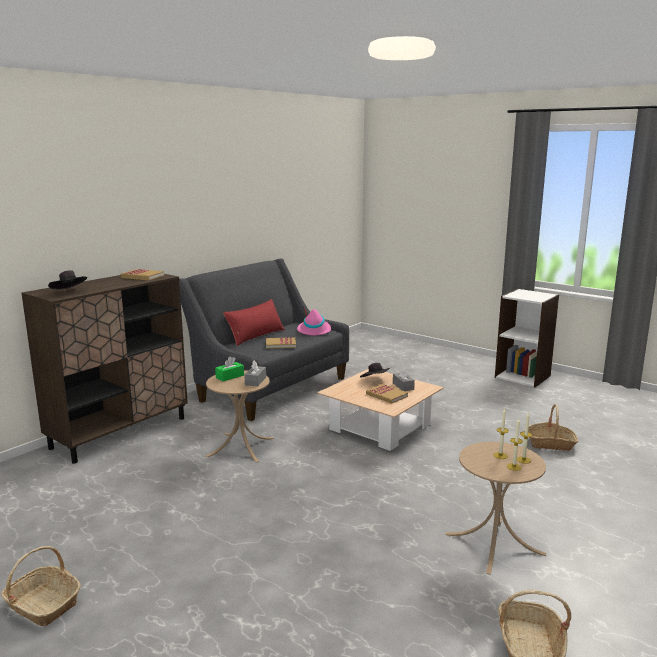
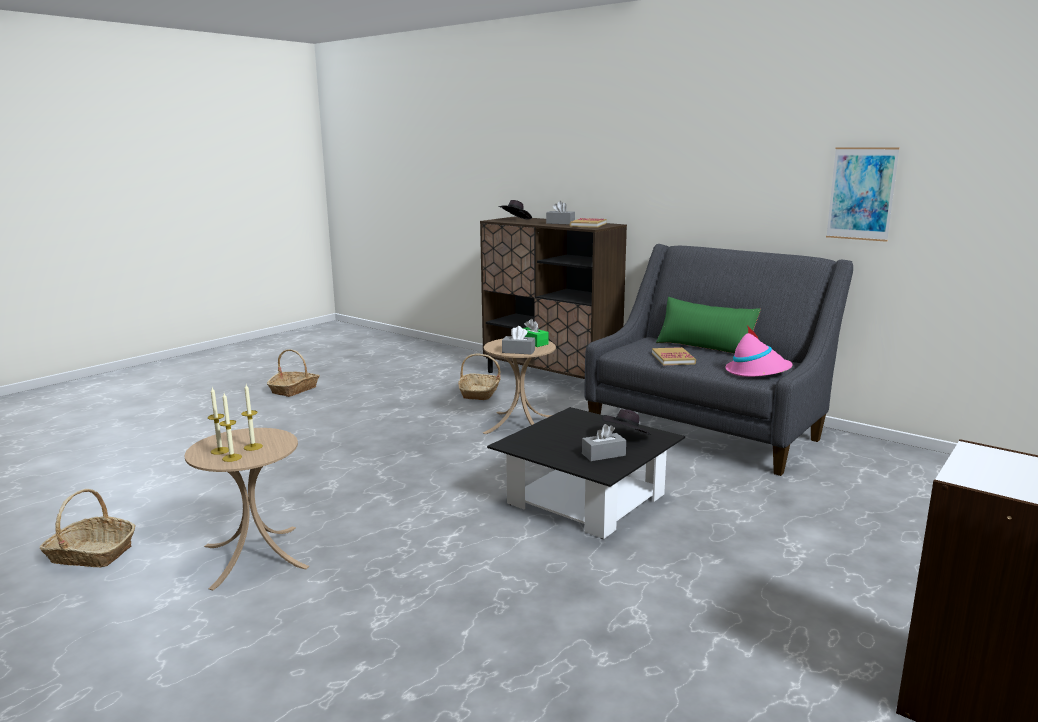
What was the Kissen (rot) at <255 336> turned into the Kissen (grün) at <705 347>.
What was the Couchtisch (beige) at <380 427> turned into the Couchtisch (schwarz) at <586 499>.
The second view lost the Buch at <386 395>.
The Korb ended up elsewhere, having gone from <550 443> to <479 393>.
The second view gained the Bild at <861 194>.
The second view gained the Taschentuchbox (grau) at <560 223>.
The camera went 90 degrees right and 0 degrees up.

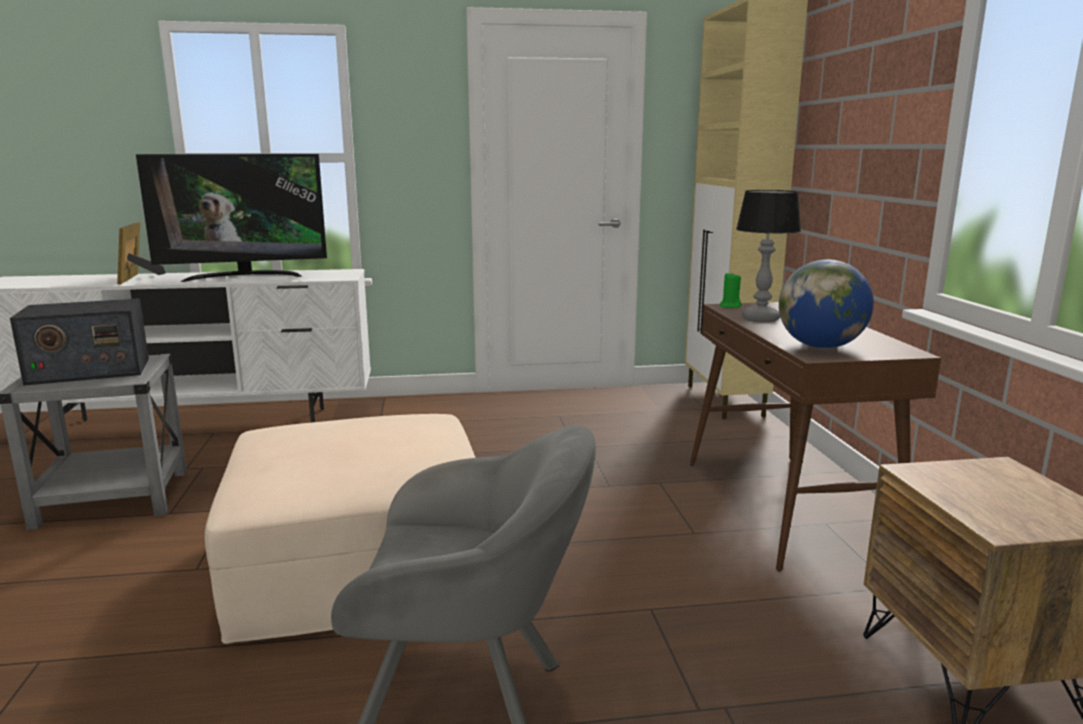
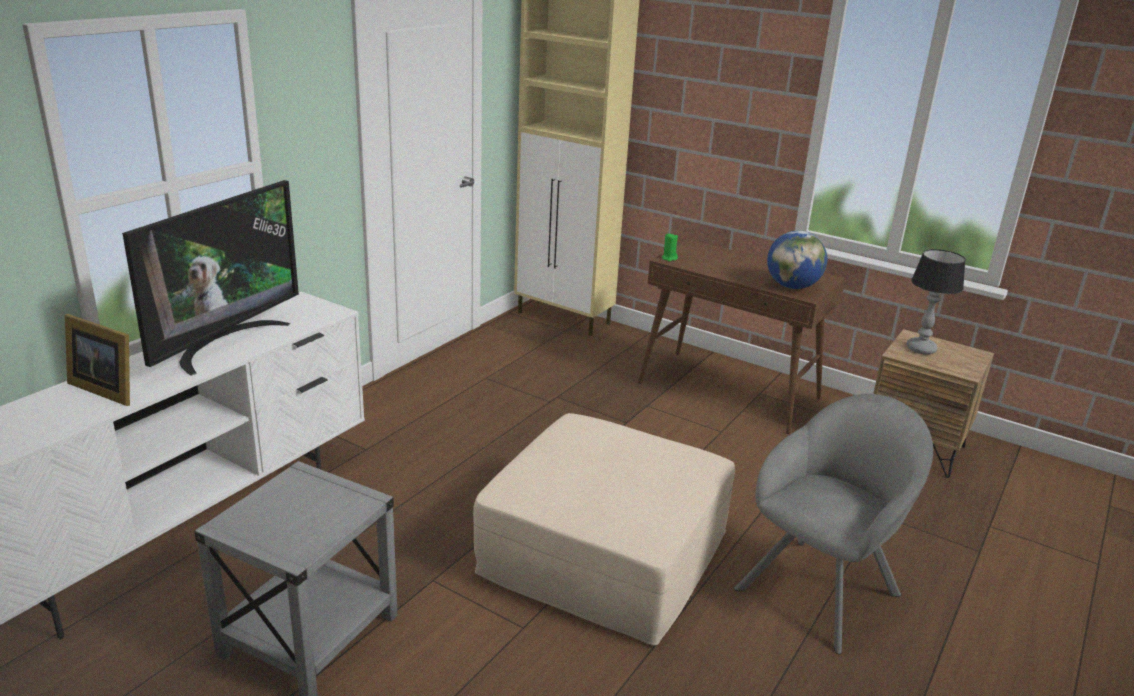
The Tischlampe ended up elsewhere, having gone from <761 319> to <921 349>.
The second view lost the Radio at <88 371>.
The camera went 50 degrees left and 10 degrees up.

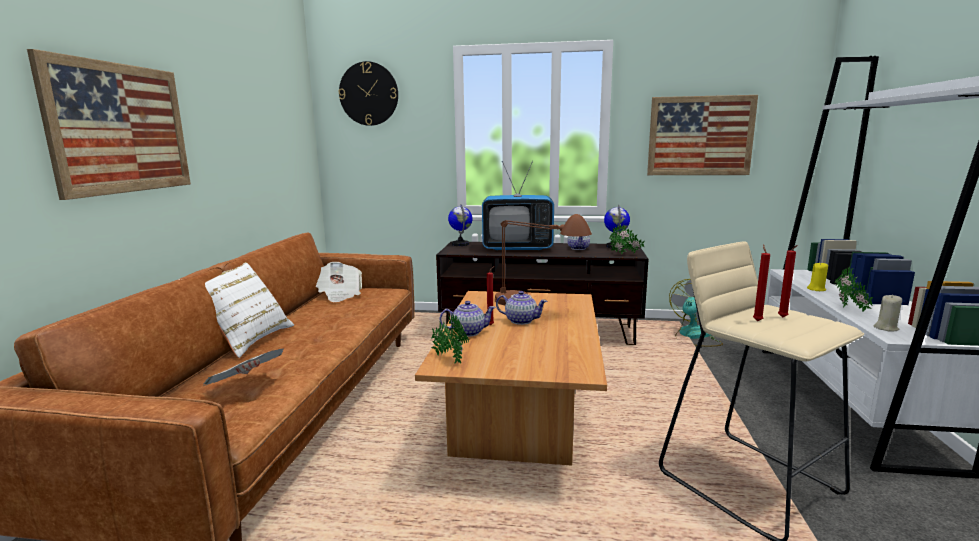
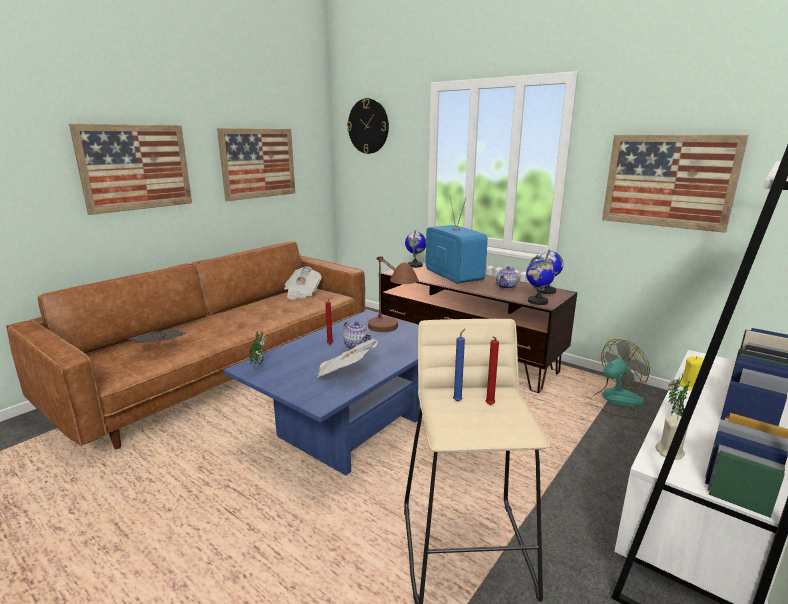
The Fernseher at <517 248> ended up facing another way, 150 degrees counterclockwise from before.
Where the Topfpflanze stood at <625 254>, the Globus came to stand at <537 301>.
What was the Kerze (rot) at <757 320> turned into the Kerze (blau) at <458 400>.
The second view lost the Kissen (weiß) at <247 340>.
What was the Couchtisch (braun) at <520 424> turned into the Couchtisch (blau) at <352 431>.
The second view lost the Teekanne at <467 332>.
The second view gained the Bild at <258 163>.
The second view gained the Zeitung at <346 373>.
The camera went 30 degrees right and 5 degrees up.

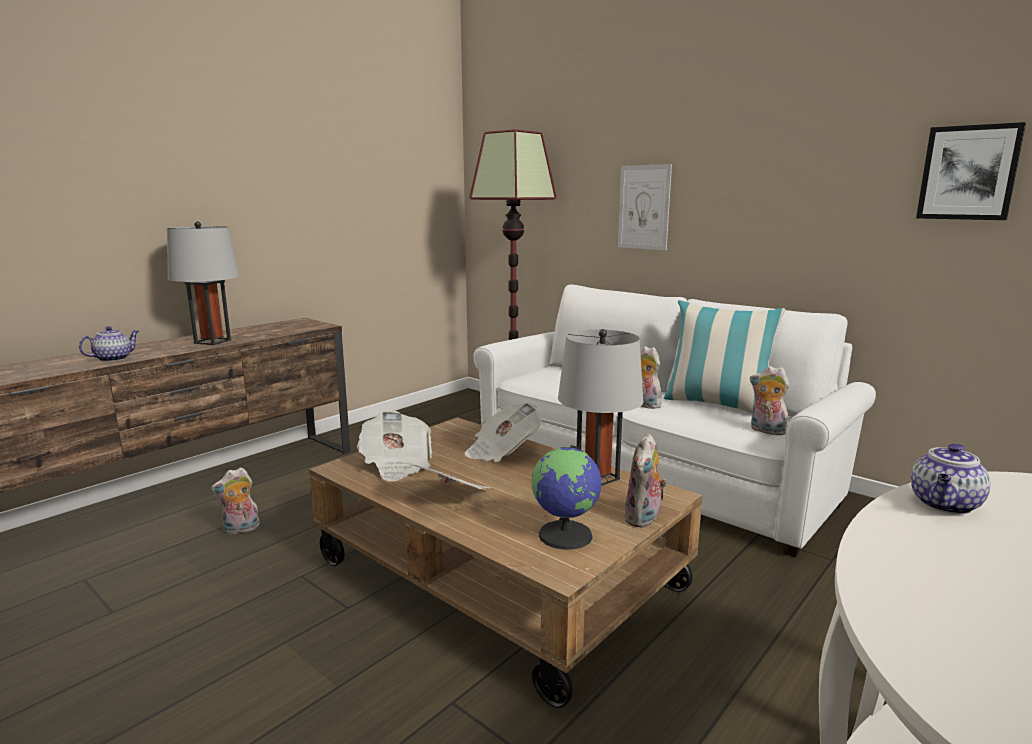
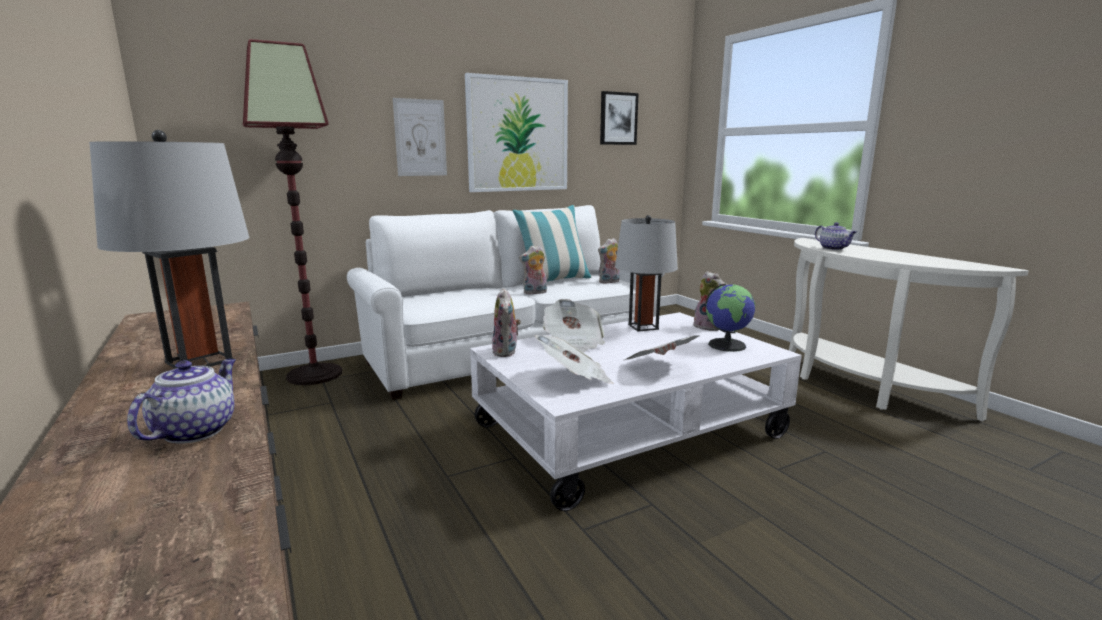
The Teekanne at <114 358> ended up facing another way, 45 degrees clockwise from before.
What was the Couchtisch (braun) at <498 574> turned into the Couchtisch (weiß) at <628 430>.
The Plüschtier ended up elsewhere, having gone from <240 530> to <506 352>.
The second view gained the Bild at <518 135>.
The camera went 70 degrees left and 0 degrees up.

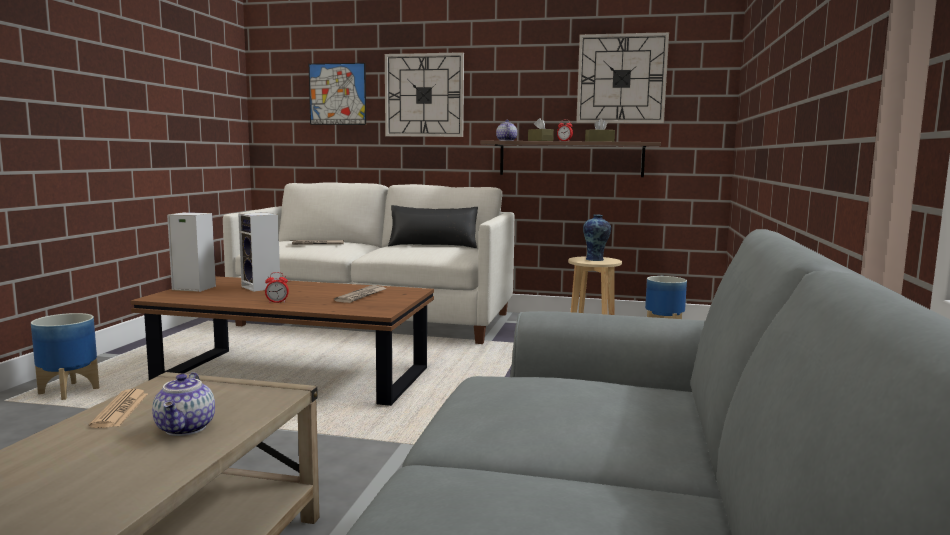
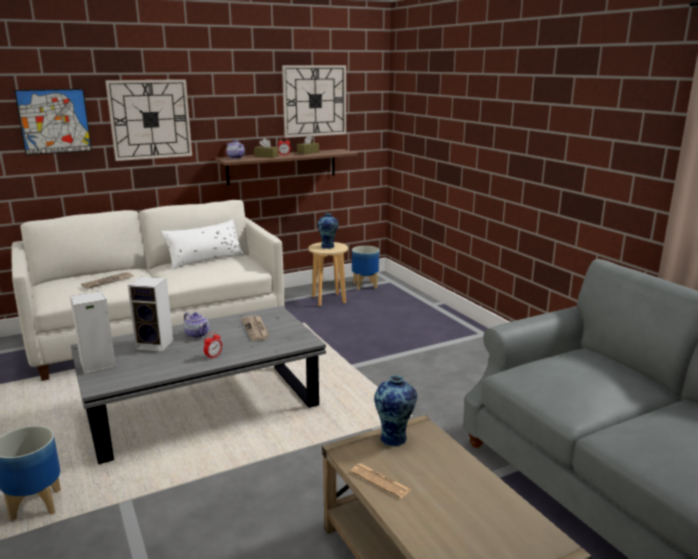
What was the Kissen (schwarz) at <433 245> turned into the Kissen (weiß) at <205 260>.
What was the Couchtisch (braun) at <294 377> turned into the Couchtisch (grau) at <205 410>.
The Teekanne ended up elsewhere, having gone from <186 428> to <197 335>.
The second view gained the Vase at <394 438>.
The camera went 40 degrees left and 10 degrees up.

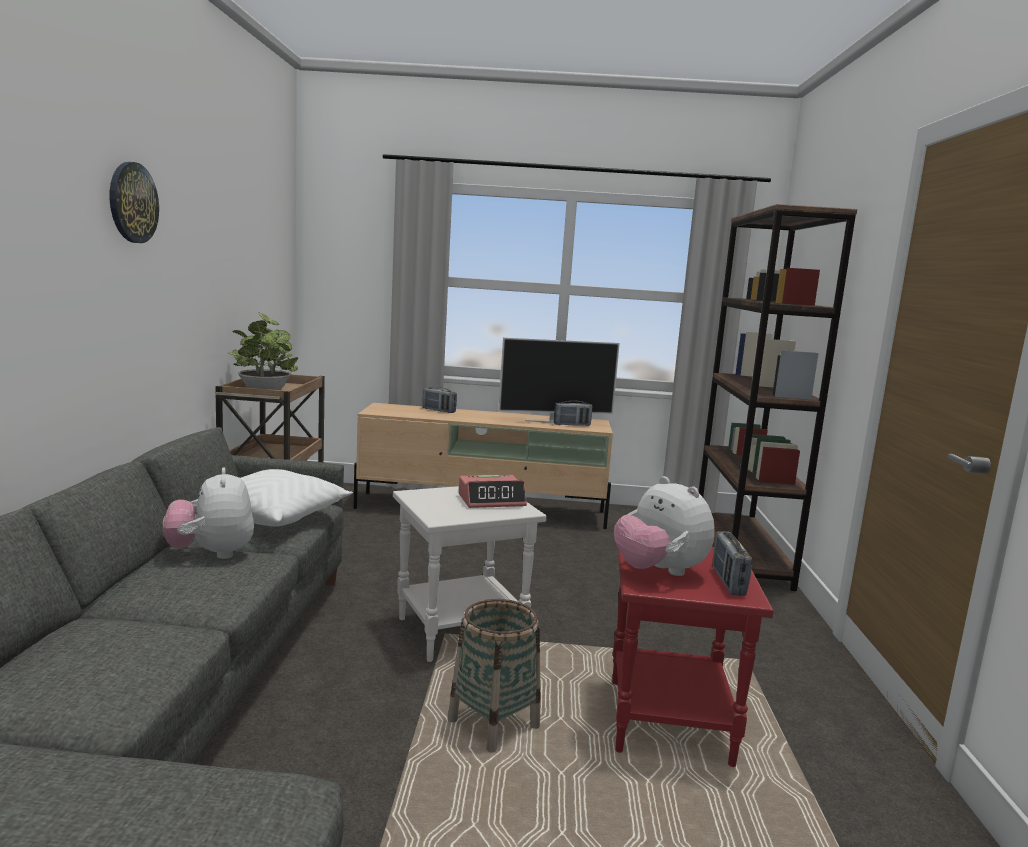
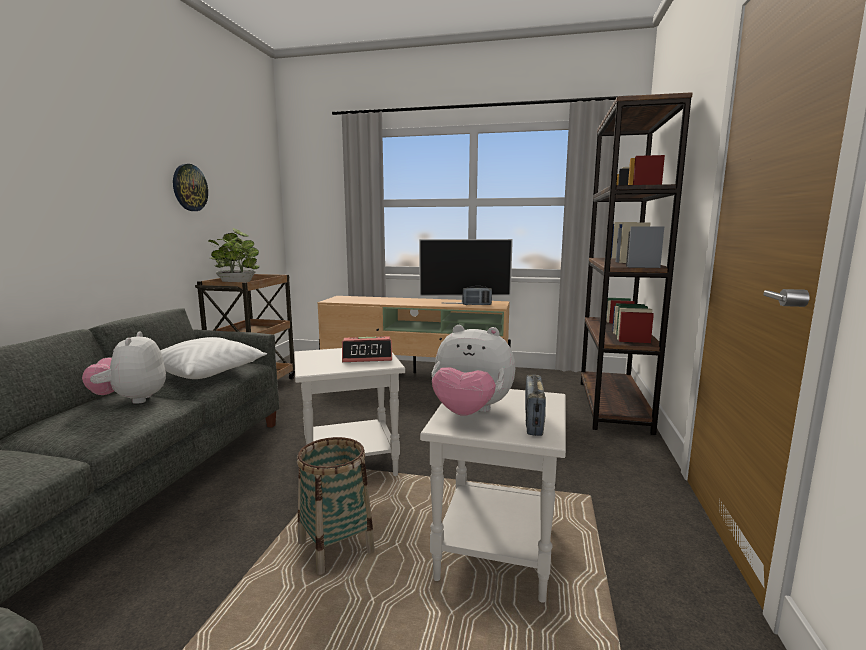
The Wanduhr ended up elsewhere, having gone from <132 203> to <189 187>.
The second view lost the Radio at <438 410>.
The Plüschtier at <659 571> ended up facing another way, 45 degrees counterclockwise from before.
What was the Beistelltisch (rot) at <671 723> turned into the Beistelltisch (weiß) at <498 553>.
The camera went 10 degrees right and 0 degrees up.

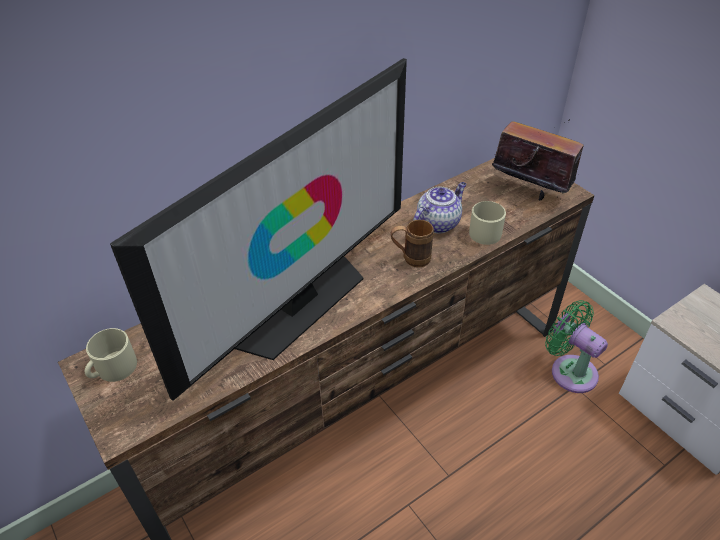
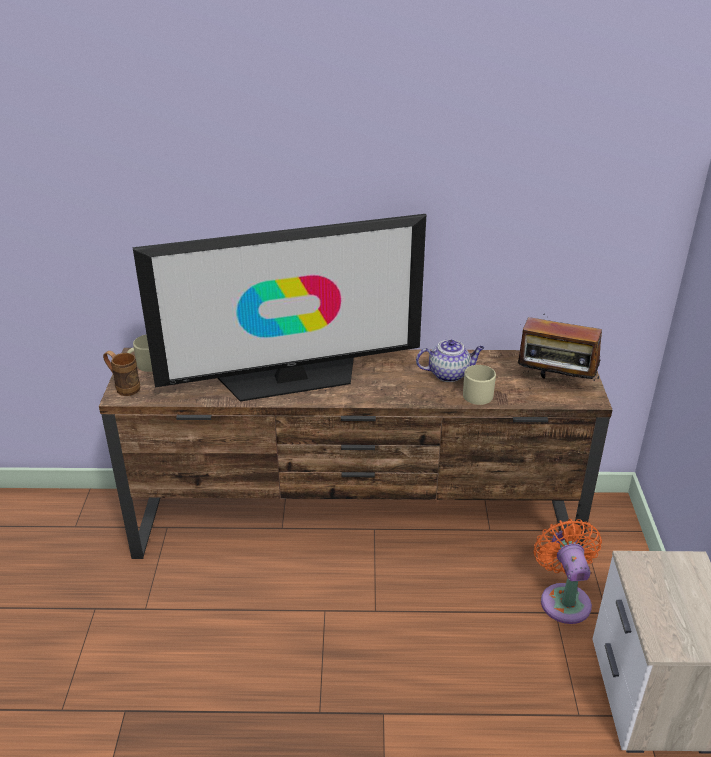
The Radio at <529 191> ended up facing another way, 135 degrees clockwise from before.
The Henkelbecher (braun) ended up elsewhere, having gone from <410 259> to <124 387>.
What was the Ventilator (grün) at <570 370> turned into the Ventilator (orange) at <564 599>.
The camera went 35 degrees right and 10 degrees down.

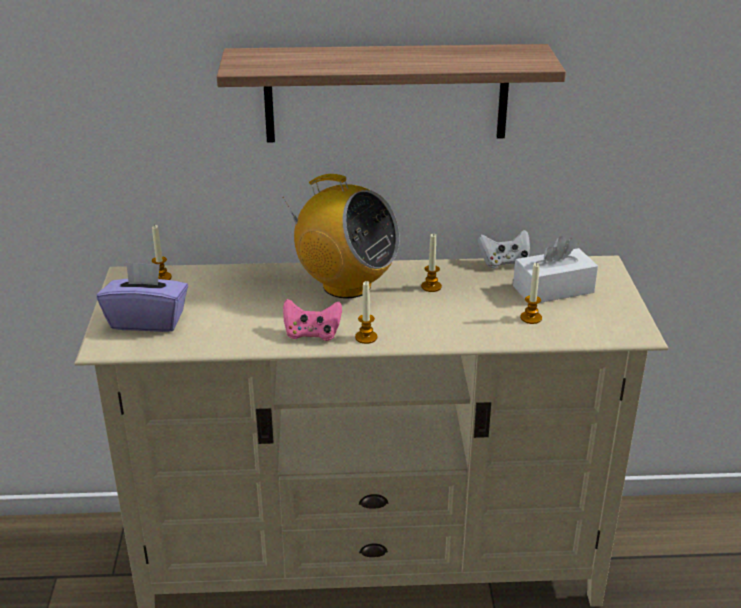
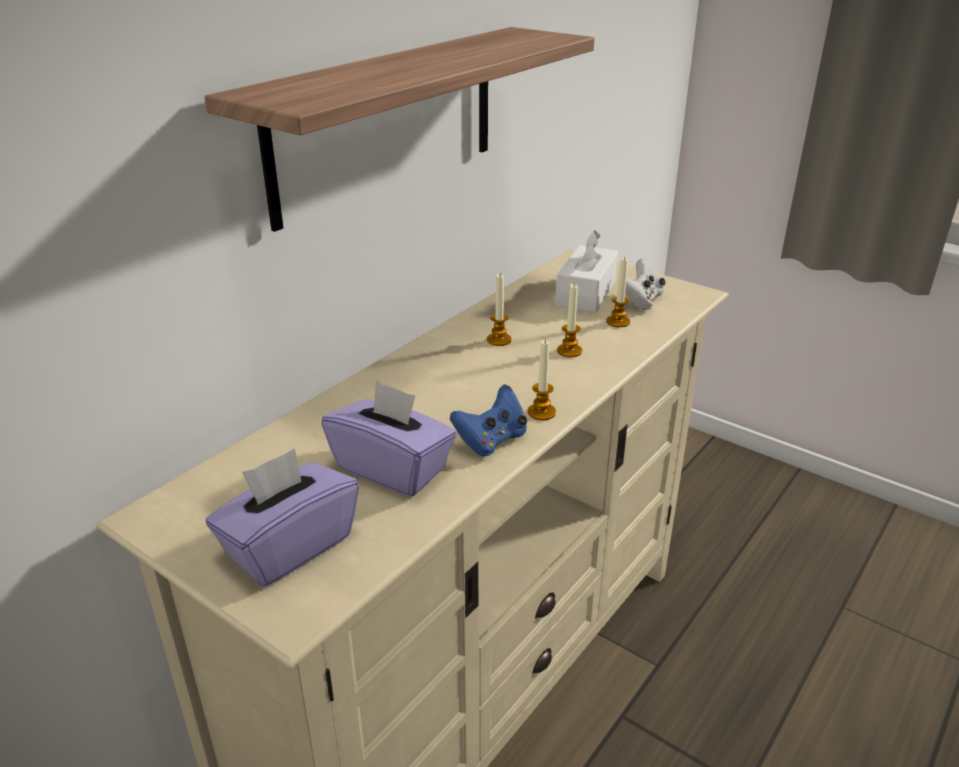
The second view lost the Radio at <346 285>.
The Kerze ended up elsewhere, having gone from <161 278> to <569 351>.
The Gamepad (weiß) ended up elsewhere, having gone from <504 262> to <641 301>.
What was the Gamepad (rosa) at <312 334> turned into the Gamepad (blau) at <491 440>.
The second view gained the Taschentuchbox (lila) at <392 468>.
The camera went 50 degrees left and 0 degrees up.

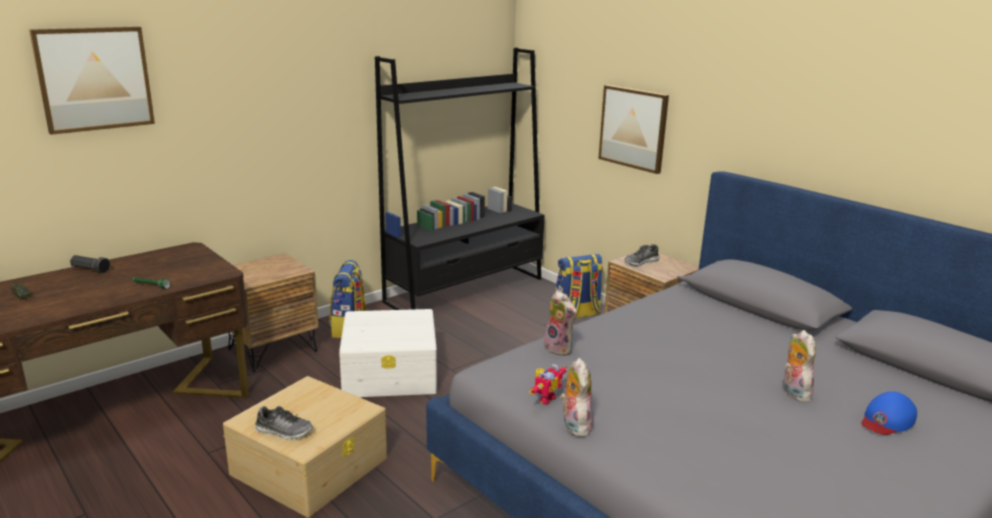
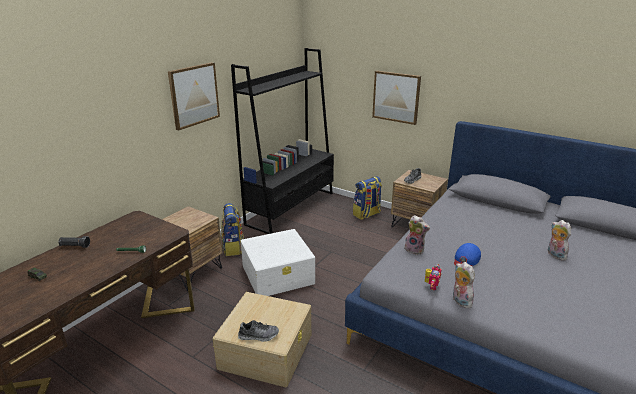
The Bild ended up elsewhere, having gone from <94 79> to <194 95>.
The Kappe (blau) ended up elsewhere, having gone from <887 420> to <466 259>.
The camera went 15 degrees left and 5 degrees up.

